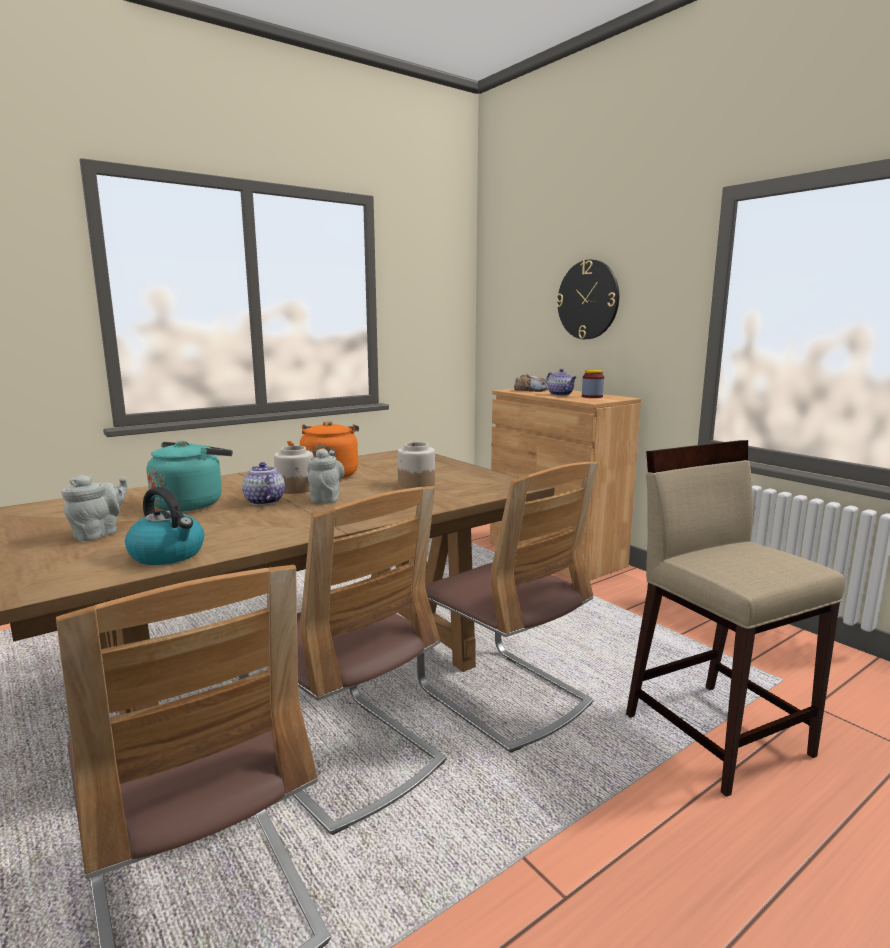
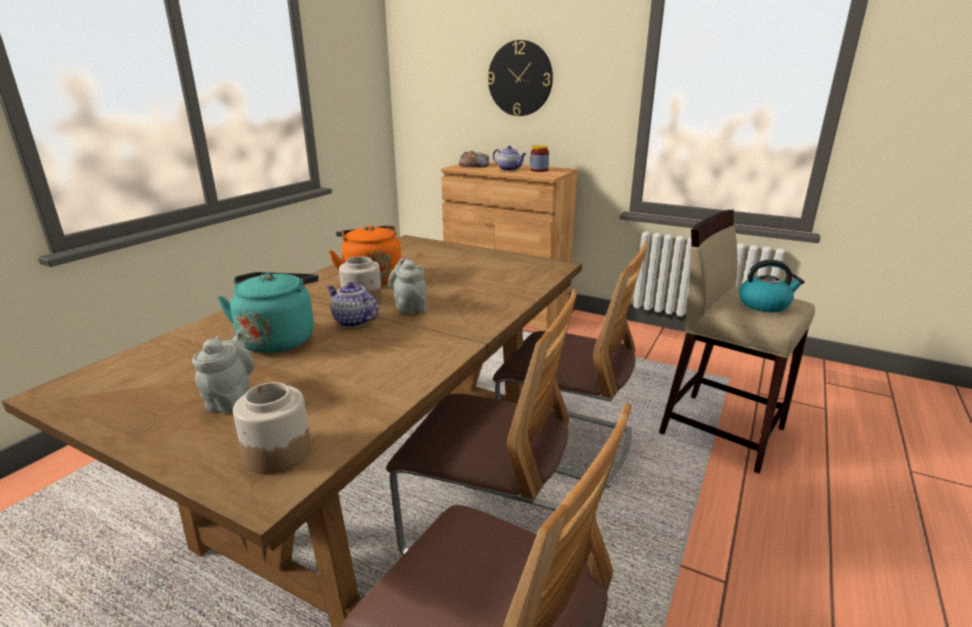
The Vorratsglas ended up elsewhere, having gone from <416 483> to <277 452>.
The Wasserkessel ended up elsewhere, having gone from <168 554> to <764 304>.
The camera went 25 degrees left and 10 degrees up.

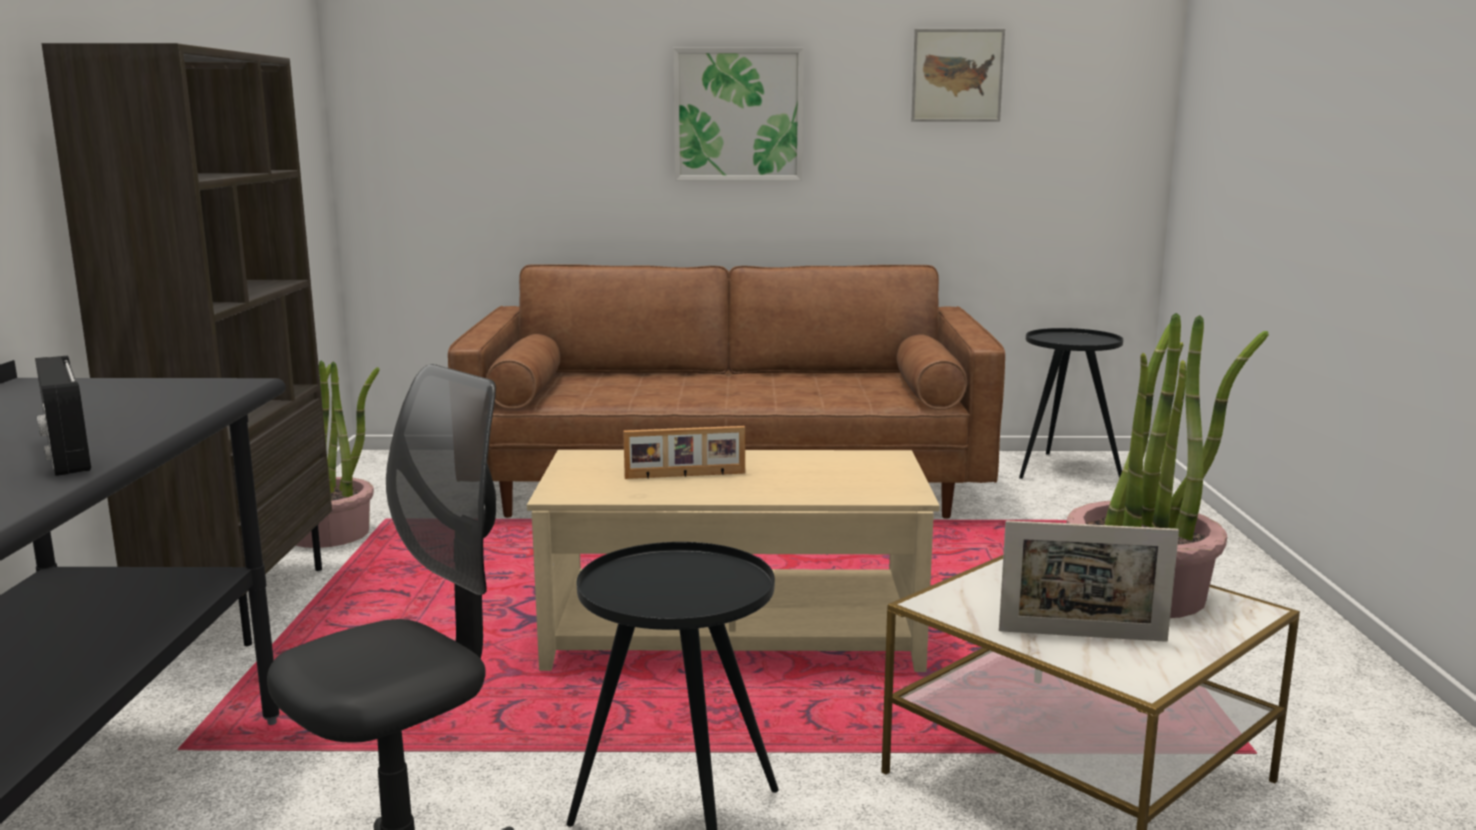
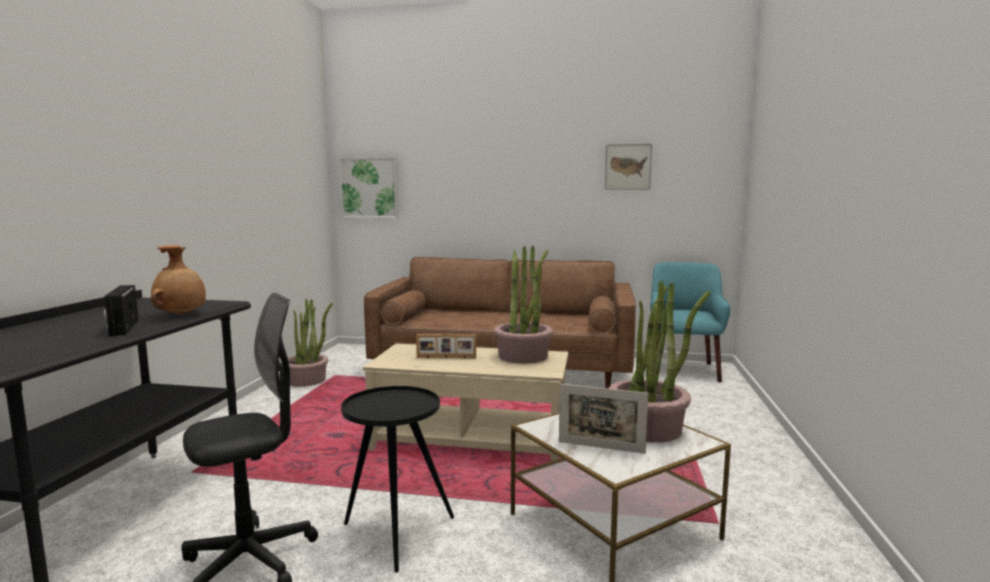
The second view lost the Bücherregal (braun) at <241 603>.
The Bild ended up elsewhere, having gone from <738 115> to <369 188>.
Where the Beistelltisch (schwarz) stood at <1064 469>, the Sessel (türkis) came to stand at <683 370>.
The second view gained the Vase (braun) at <181 315>.
The second view gained the Topfpflanze at <523 356>.
The camera went 10 degrees right and 5 degrees down.

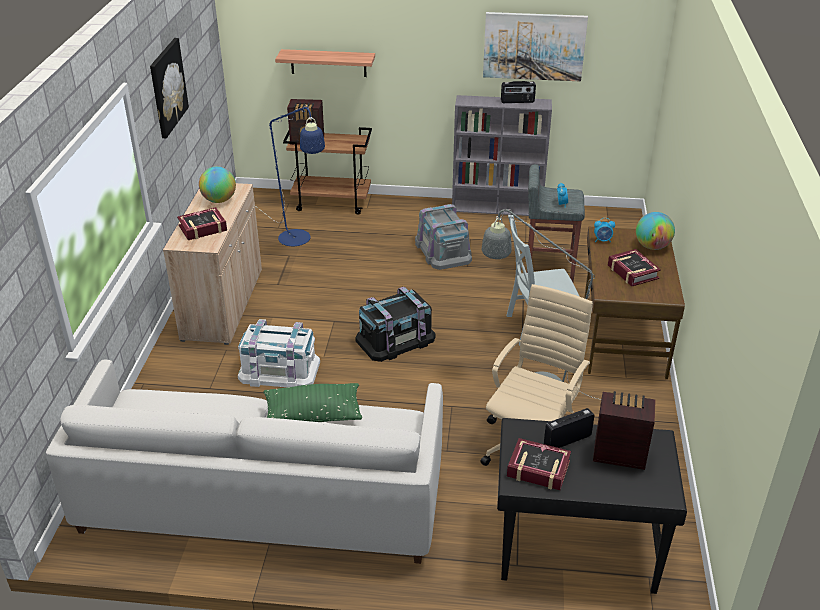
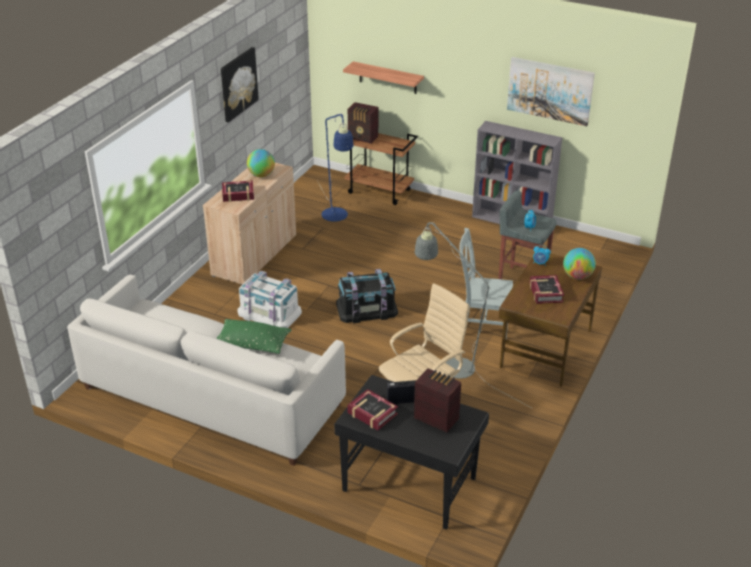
The second view lost the Radio at <517 101>.
The second view lost the Aufbewahrungsbox (grau) at <442 250>.
The camera went 20 degrees right and 0 degrees up.

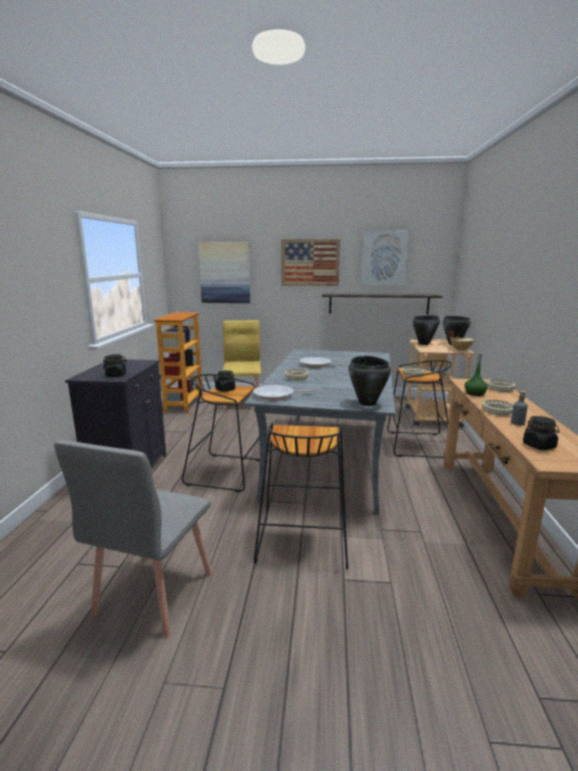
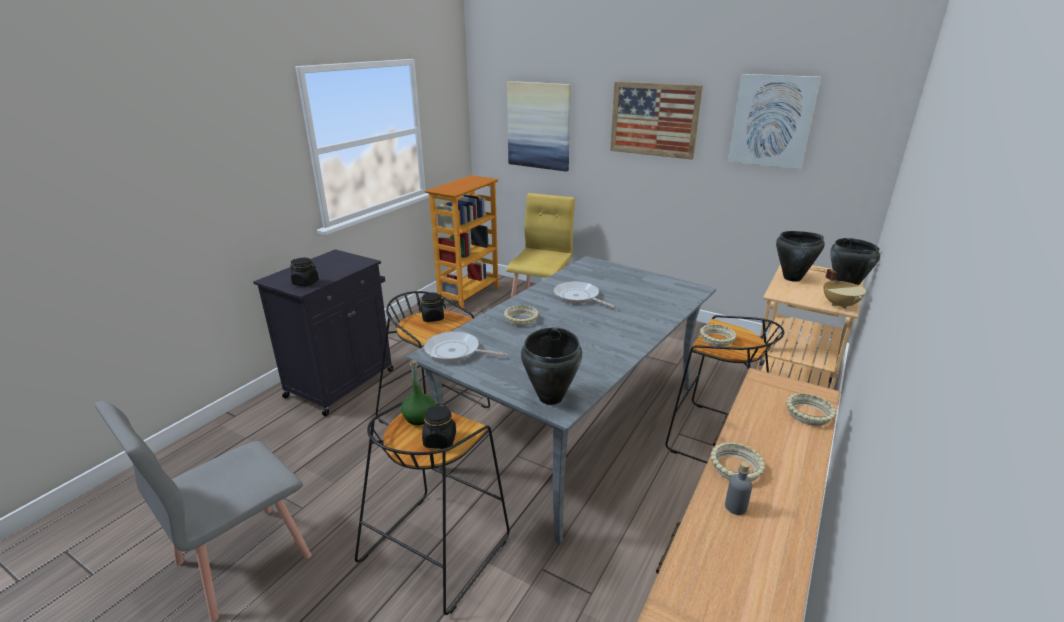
The second view lost the Wandregal at <378 303>.
The Flasche (grün) ended up elsewhere, having gone from <475 393> to <419 417>.
The Vorratsglas (schwarz) ended up elsewhere, having gone from <539 446> to <440 440>.
The camera went 25 degrees right and 10 degrees up.

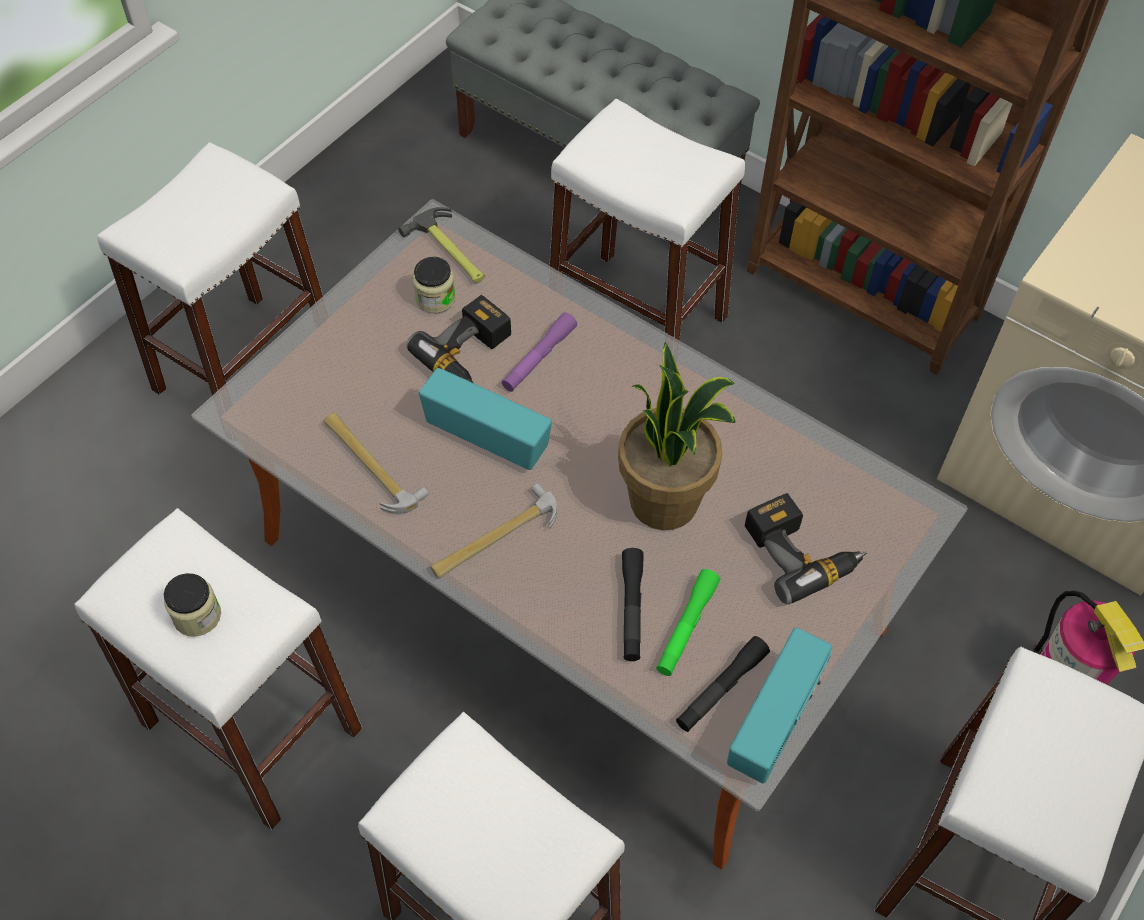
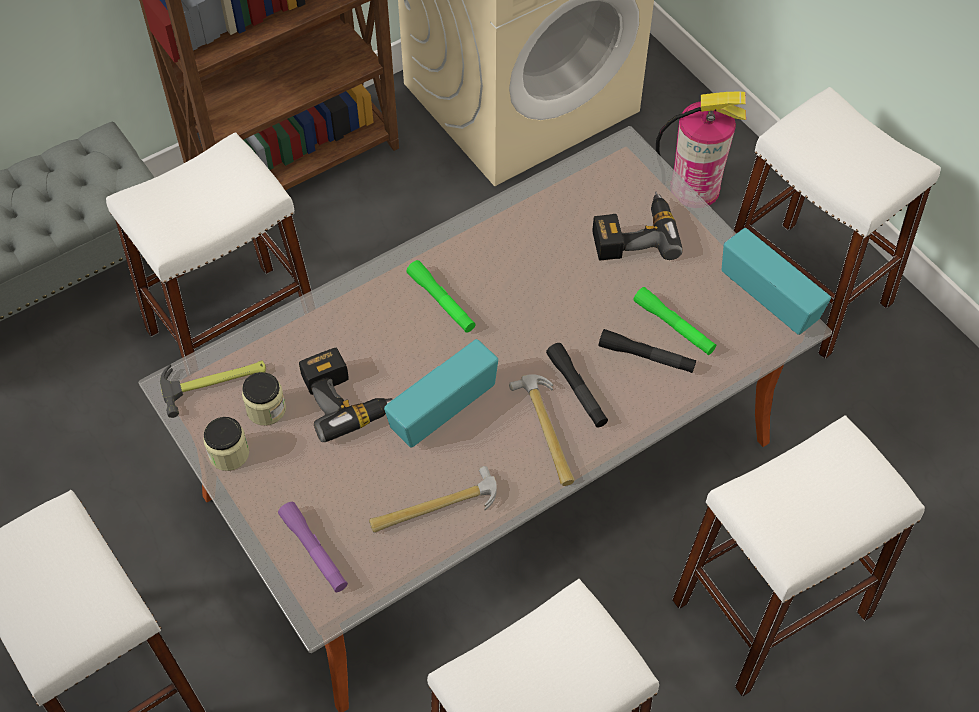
The Taschenlampe (lila) ended up elsewhere, having gone from <539 358> to <314 551>.
The second view lost the Topfpflanze at <665 501>.
The Vorratsglas ended up elsewhere, having gone from <197 616> to <229 454>.
The Taschenlampe (schwarz) ended up elsewhere, having gone from <721 688> to <577 390>.
The second view gained the Taschenlampe (grün) at <441 302>.
The camera went 70 degrees left and 0 degrees up.

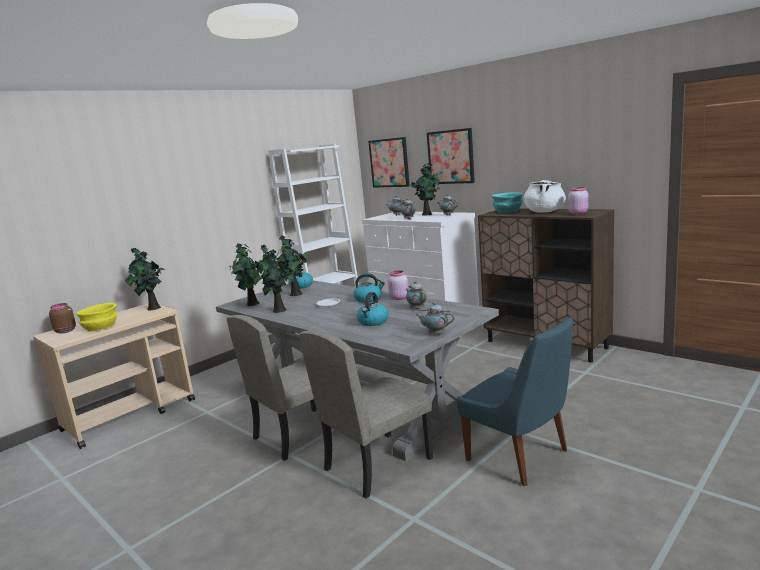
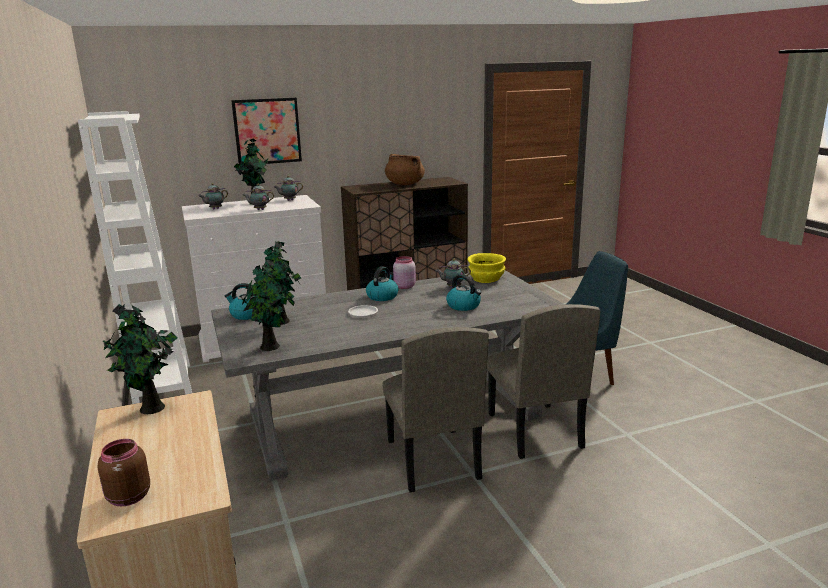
The second view lost the Bild at <389 163>.
What was the Kochtopf (weiß) at <544 212> turned into the Kochtopf (braun) at <404 184>.
The second view lost the Vorratsglas (rosa) at <578 213>.
The second view lost the Schüssel (türkis) at <508 211>.
The second view lost the Topfpflanze at <278 310>.
The second view lost the Teekanne at <435 334>.
The Schüssel (gelb) ended up elsewhere, having gone from <100 328> to <486 279>.
The camera went 65 degrees left and 5 degrees up.

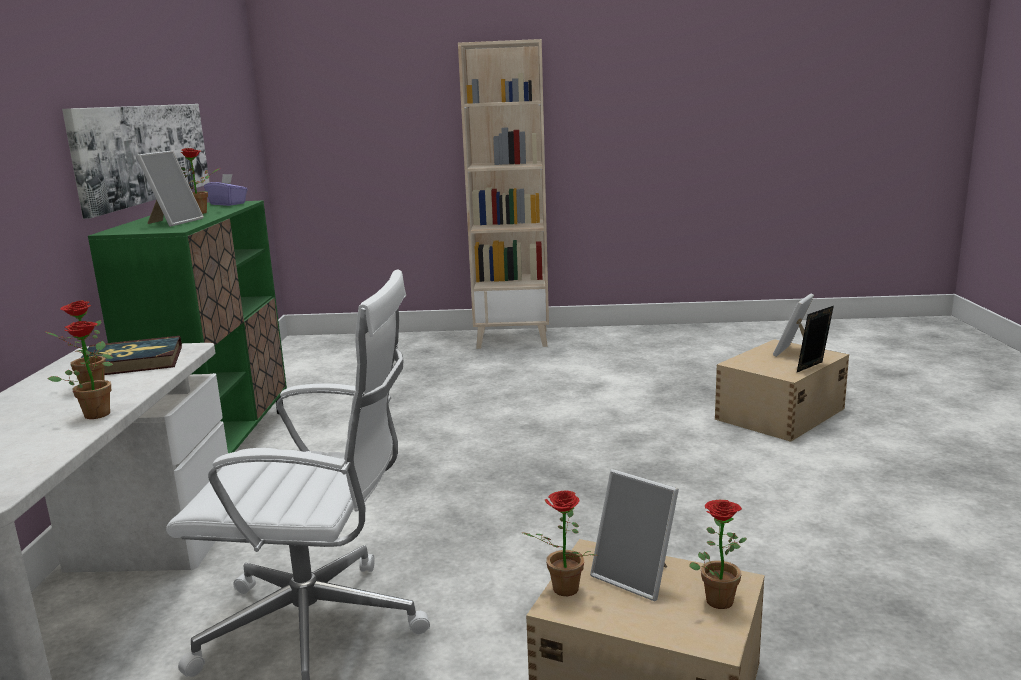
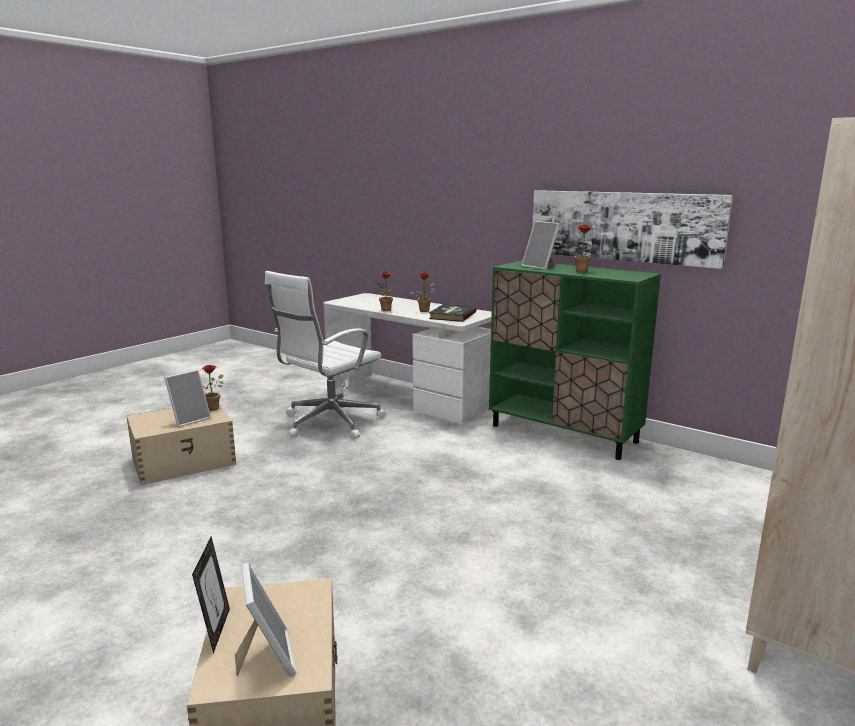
The second view lost the Taschentuchbox (lila) at <228 204>.
The Bilderrahmen at <636 577> ended up facing another way, 150 degrees clockwise from before.
The second view lost the Topfpflanze at <717 597>.
The camera went 125 degrees right and 0 degrees up.

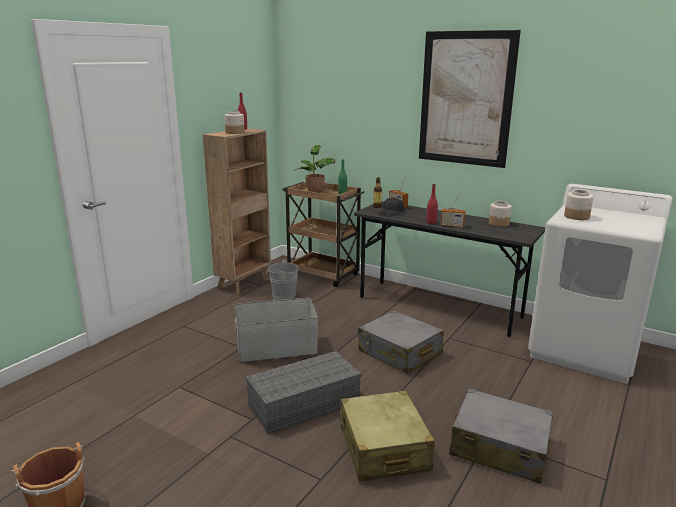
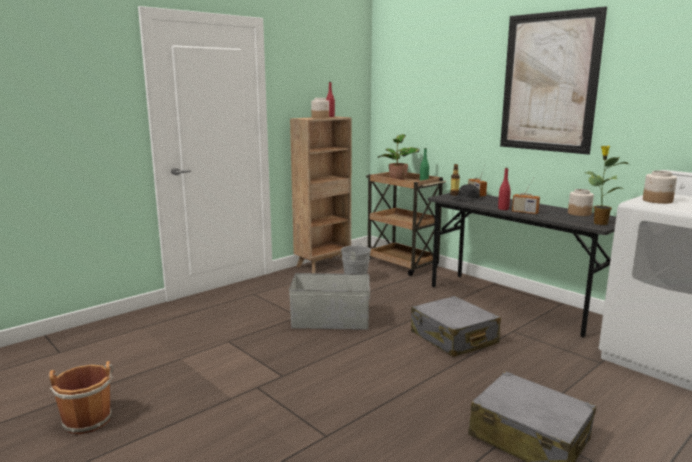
The second view lost the Aufbewahrungsbox (grau) at <305 403>.
The second view lost the Koffer (beige) at <383 448>.
The second view gained the Topfpflanze at <599 223>.
The camera went 15 degrees right and 5 degrees down.

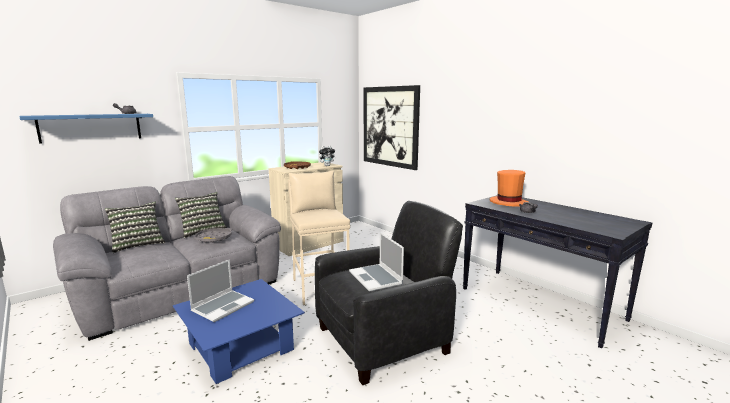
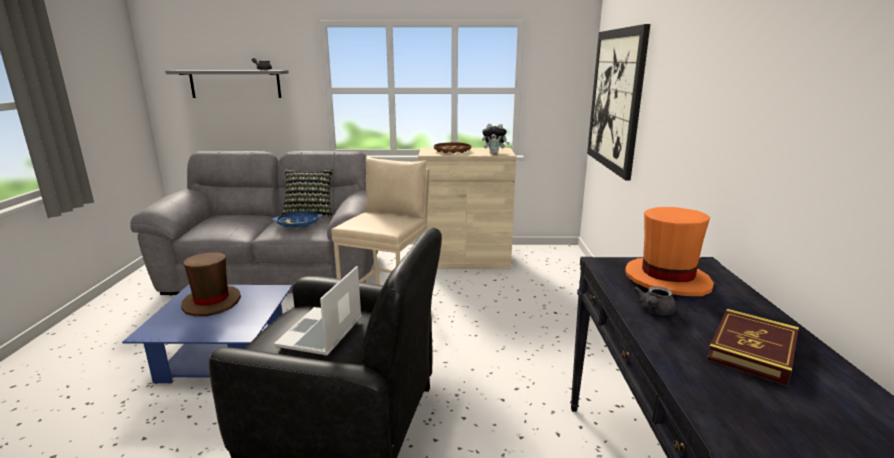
What was the Wandregal (blau) at <91 127> turned into the Wandregal (grau) at <235 84>.
The second view lost the Kissen at <138 245>.
What was the Tablett (grau) at <214 238> turned into the Tablett (blau) at <298 223>.
Where the Laptop stood at <223 306>, the Hut (braun) came to stand at <212 302>.
The second view gained the Buch at <752 350>.
The camera went 40 degrees right and 5 degrees up.

